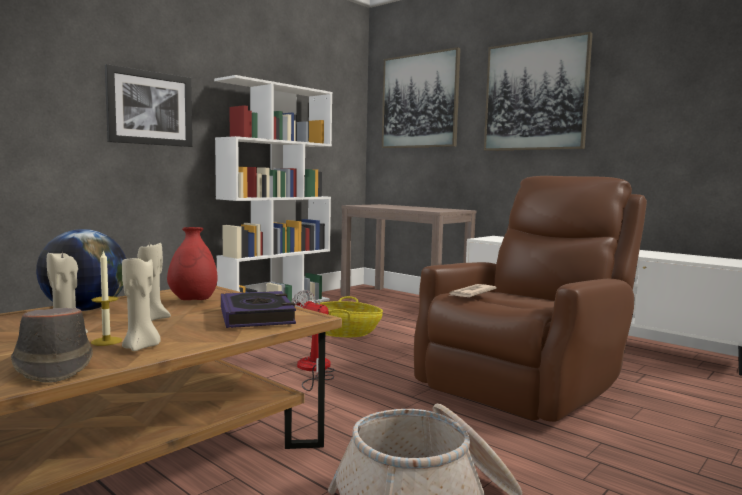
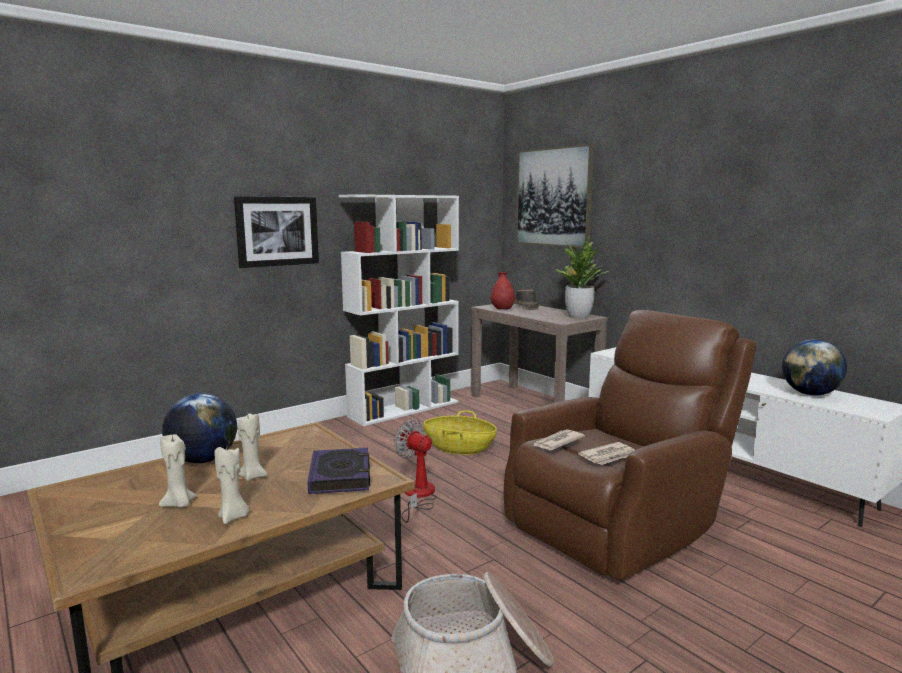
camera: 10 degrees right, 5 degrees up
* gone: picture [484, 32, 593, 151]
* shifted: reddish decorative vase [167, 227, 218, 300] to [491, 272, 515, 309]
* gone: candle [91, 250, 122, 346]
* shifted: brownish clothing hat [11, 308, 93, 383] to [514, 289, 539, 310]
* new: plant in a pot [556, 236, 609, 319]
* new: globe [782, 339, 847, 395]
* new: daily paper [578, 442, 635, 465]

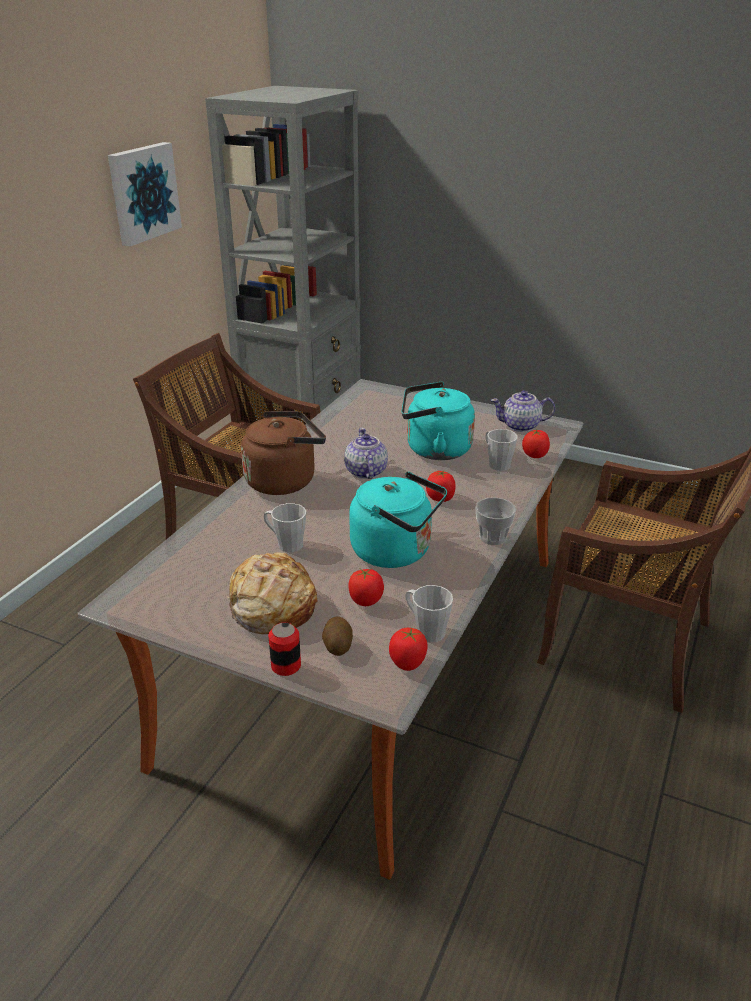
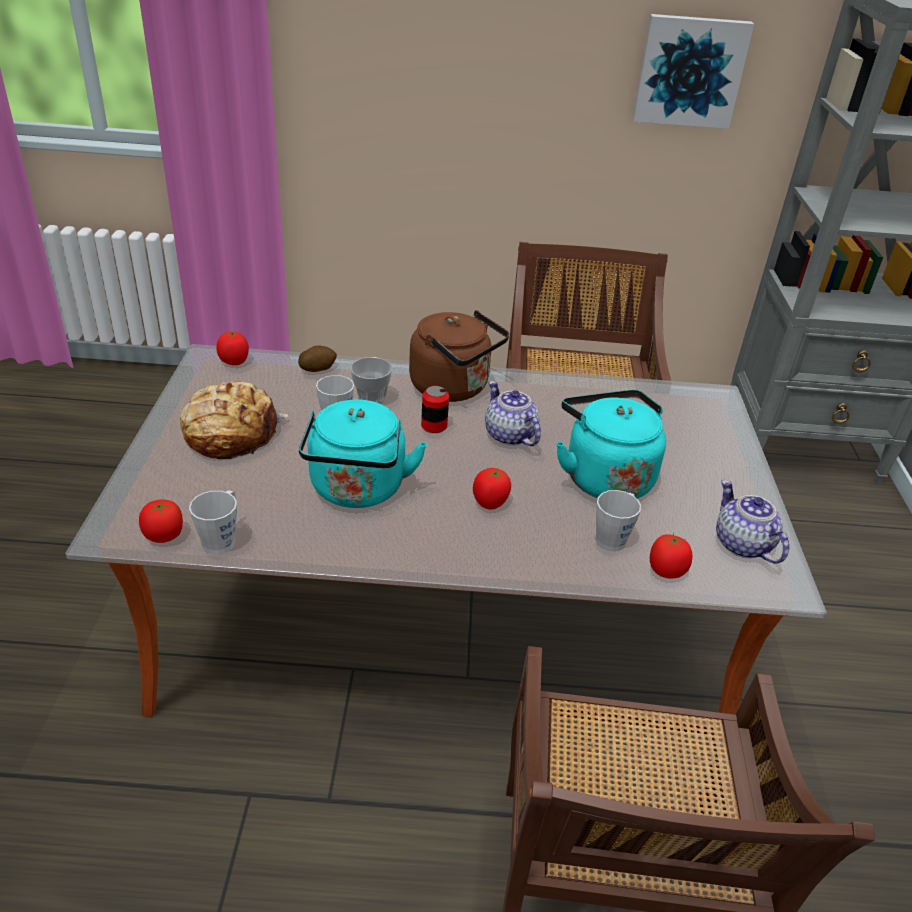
camera: 65 degrees right, 5 degrees up
* rotated: tea pot [344, 428, 388, 479] = [485, 381, 541, 446] 90 degrees counterclockwise
* shifted: small cup [475, 497, 516, 545] to [350, 357, 392, 404]
* shifted: fresh tomato [348, 568, 384, 606] to [216, 331, 249, 365]
* shifted: spud [322, 617, 353, 656] to [298, 345, 337, 372]
* shifted: sealed can [268, 623, 301, 676] to [421, 386, 449, 433]

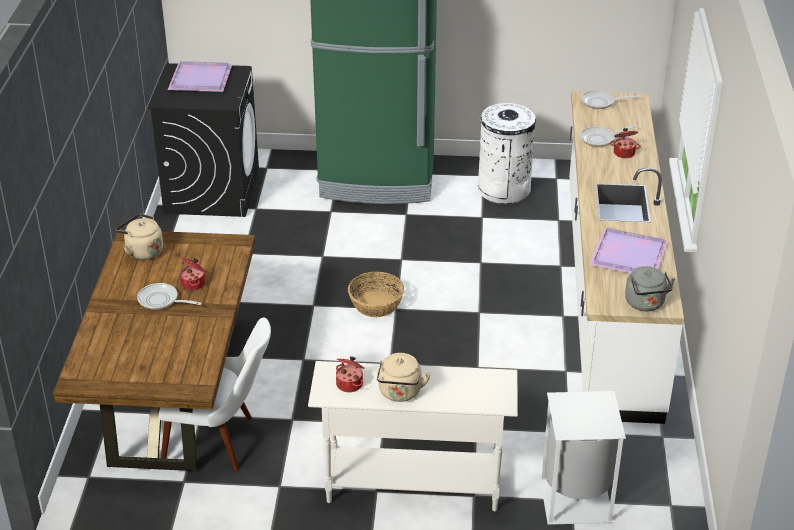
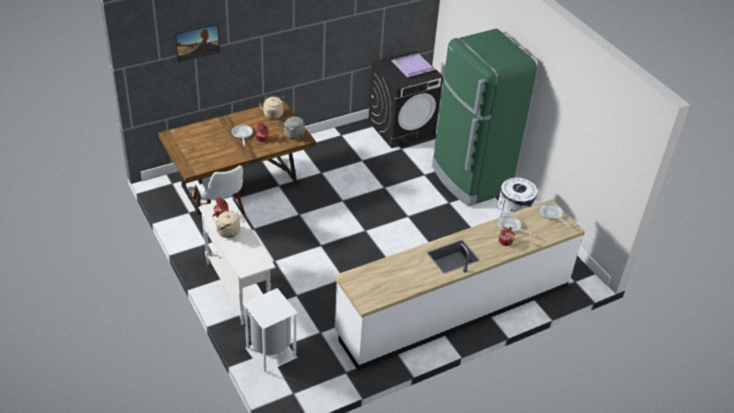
camera: 55 degrees right, 5 degrees up
* gone: purple-coloured serving tray [589, 228, 668, 274]
* shifted: grey kettle [625, 266, 675, 311] to [280, 116, 305, 140]
* gone: basket [348, 272, 404, 317]
* new: picture [175, 23, 220, 62]

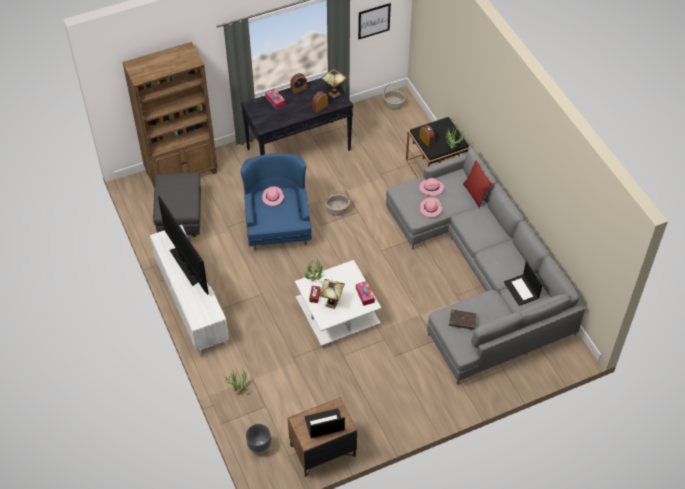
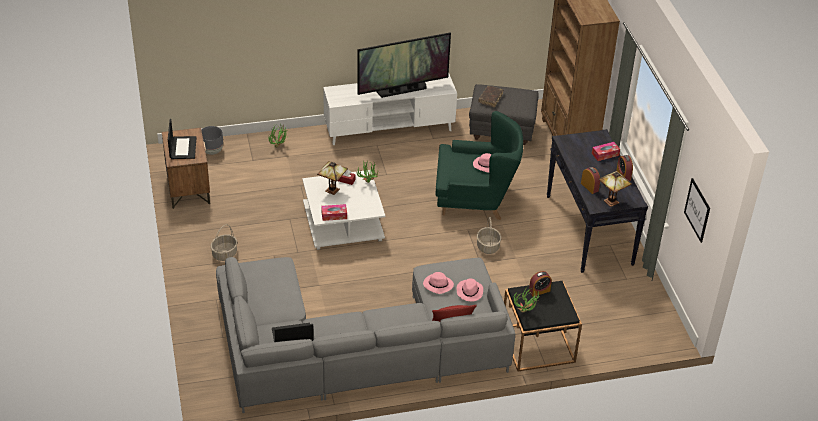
camera: 100 degrees right, 10 degrees down
* shifted: basket [383, 83, 405, 110] to [211, 224, 237, 261]
* repainted: blue easy chair [241, 153, 312, 250] to greenish easy chair [435, 111, 523, 220]
* shifted: brownish volume [449, 309, 477, 330] to [478, 86, 503, 107]

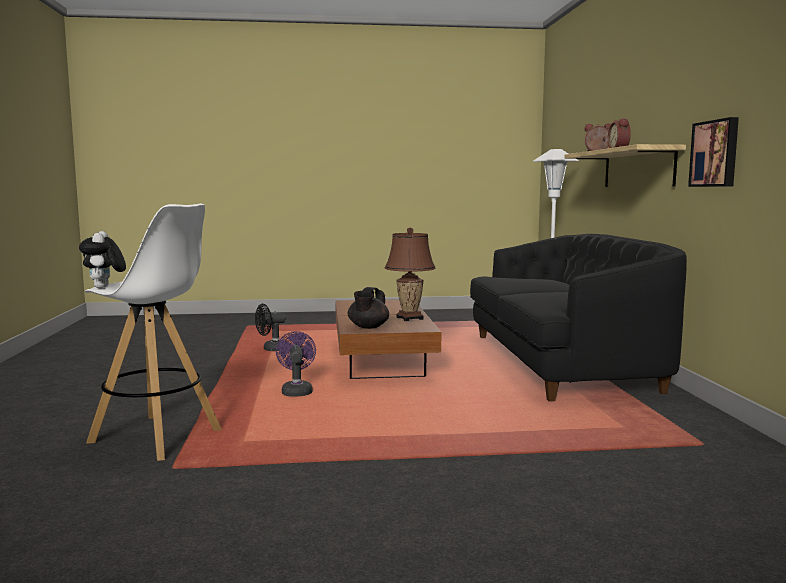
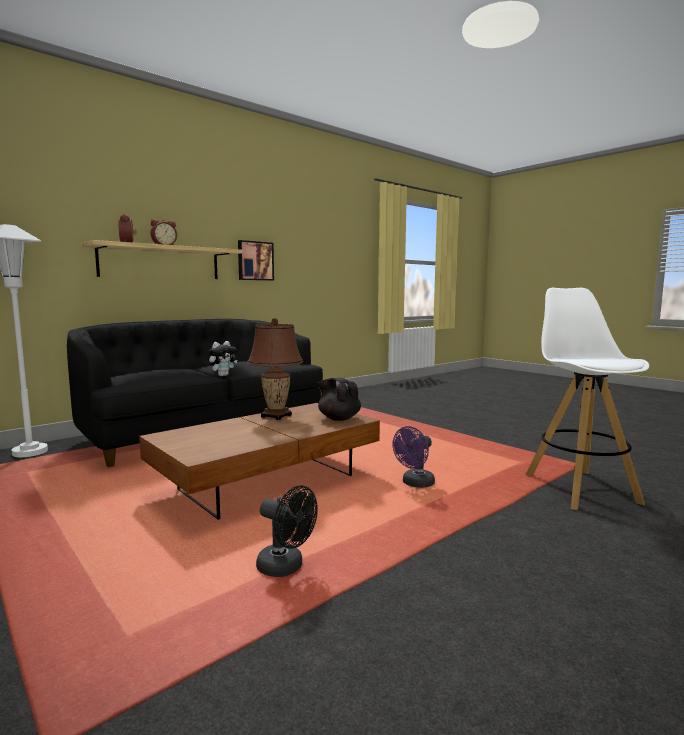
camera: 125 degrees left, 0 degrees up
* shifted: plush toy [79, 231, 126, 288] to [208, 341, 237, 376]
* rotated: black tea pot [348, 287, 389, 329] = [318, 378, 361, 421] 120 degrees counterclockwise

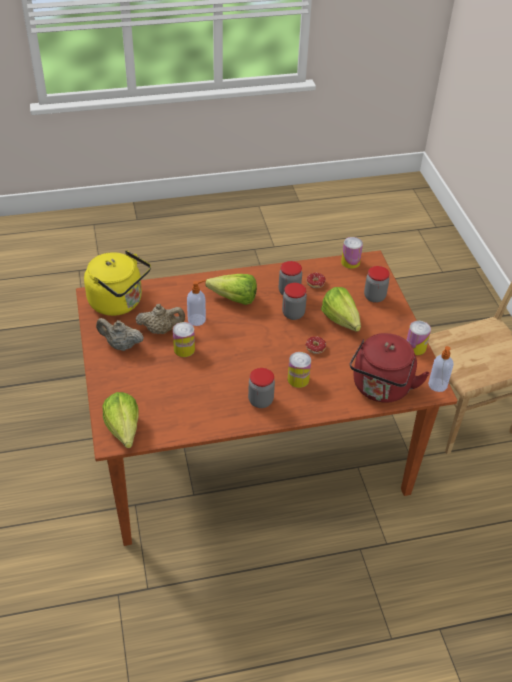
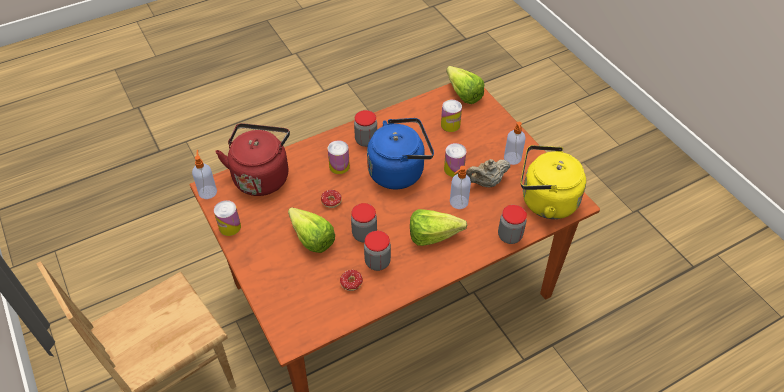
camera: 165 degrees right, 5 degrees up
* shifted: sealed can [341, 237, 363, 269] to [441, 100, 462, 132]
* shifted: jar [364, 266, 390, 303] to [498, 205, 527, 244]
* swapped: beige tea pot [96, 318, 144, 351] to soap bottle [504, 122, 526, 165]
* new: blue kettle [367, 118, 434, 189]

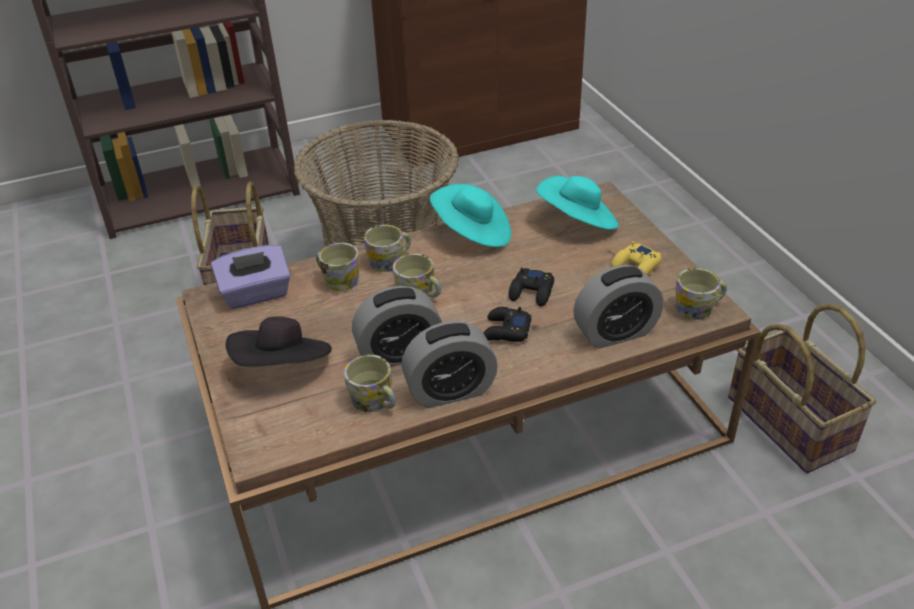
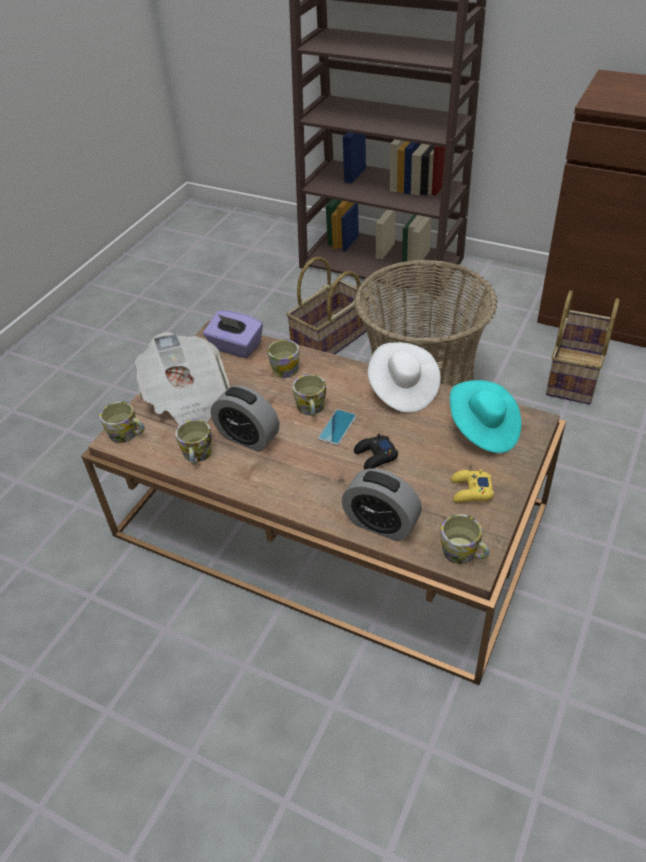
camera: 50 degrees right, 5 degrees up
* repainted: turquoise-coloured clothing hat [430, 184, 511, 247] to white clothing hat [368, 342, 441, 413]
* shifted: coffee mug [364, 225, 411, 272] to [100, 401, 145, 443]
* shifted: basket [728, 304, 876, 473] to [546, 290, 620, 404]
* gone: black gamepad [484, 307, 531, 342]
* swapped: black clothing hat [226, 316, 332, 367] to daily paper [135, 332, 230, 425]
* gone: table clock [402, 321, 498, 408]
* new: handset [318, 410, 356, 445]

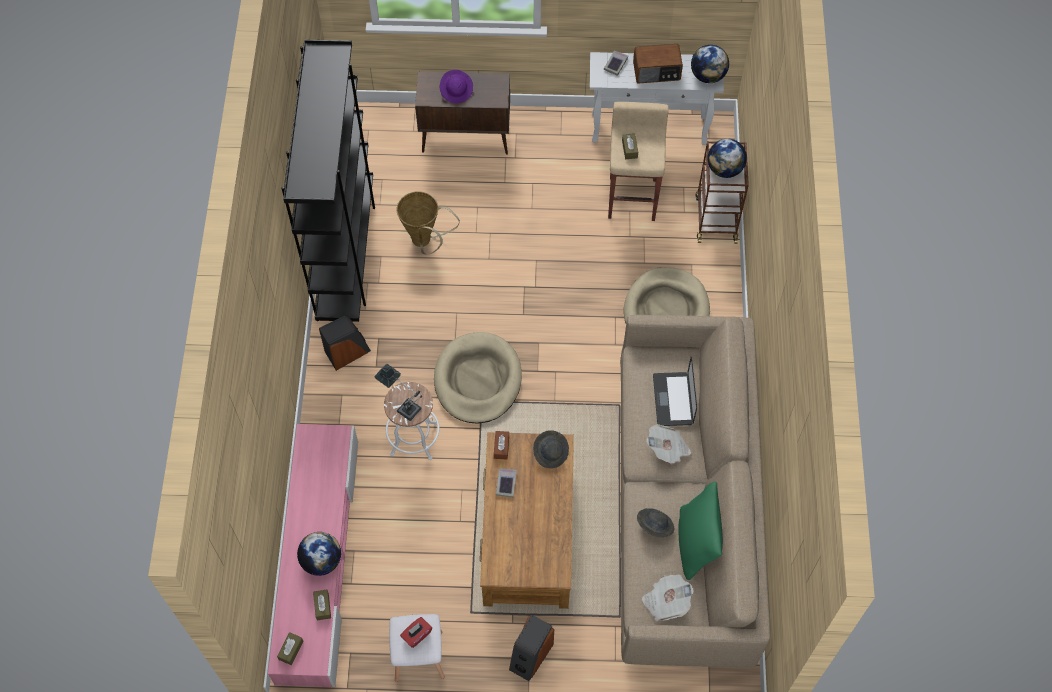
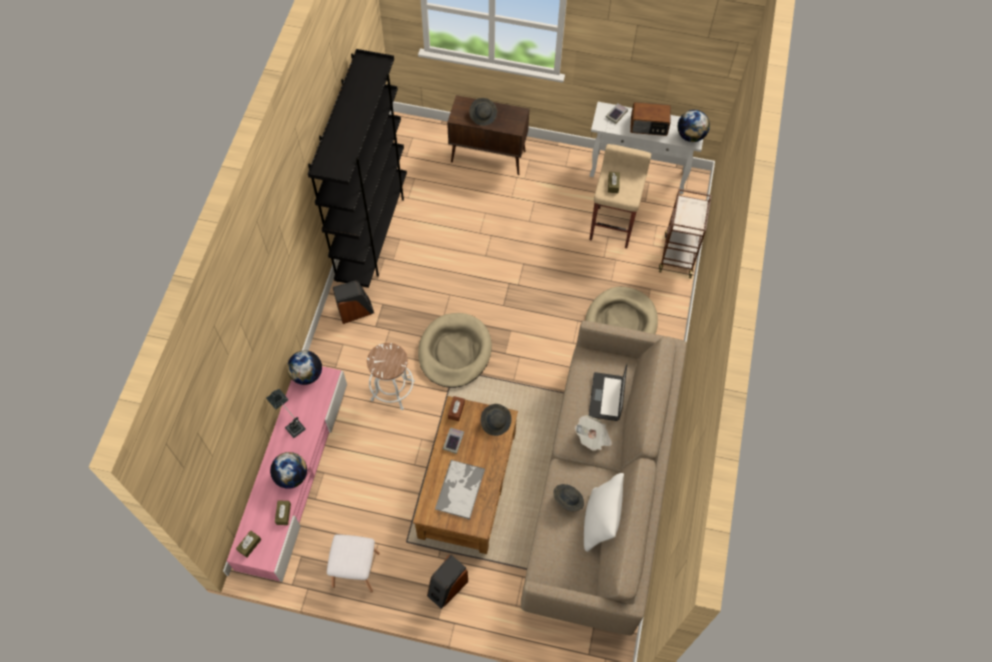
camera: 10 degrees right, 0 degrees up
* repainted: purple-coloured clothing hat [440, 70, 473, 104] to grey clothing hat [469, 98, 497, 126]
* shifted: globe [707, 139, 747, 178] to [287, 350, 322, 385]
* gone: basket [397, 191, 460, 255]
* shifted: table lamp [374, 364, 422, 421] to [266, 389, 306, 438]
* repainted: greenish cushion [678, 481, 723, 580] to white cushion [584, 473, 624, 552]
* gone: daily paper [642, 575, 694, 621]
* gone: reddish box of tissues [400, 617, 432, 648]
* new: serving tray [435, 460, 485, 519]

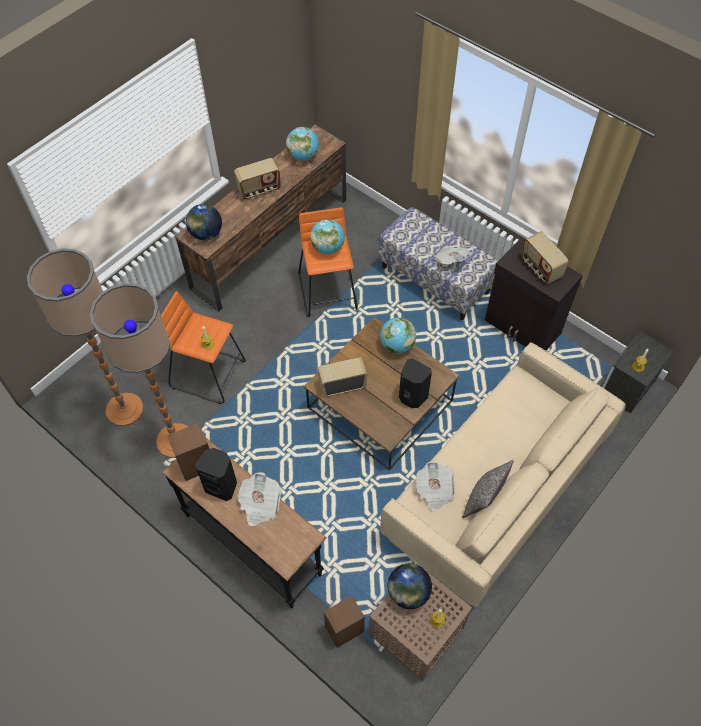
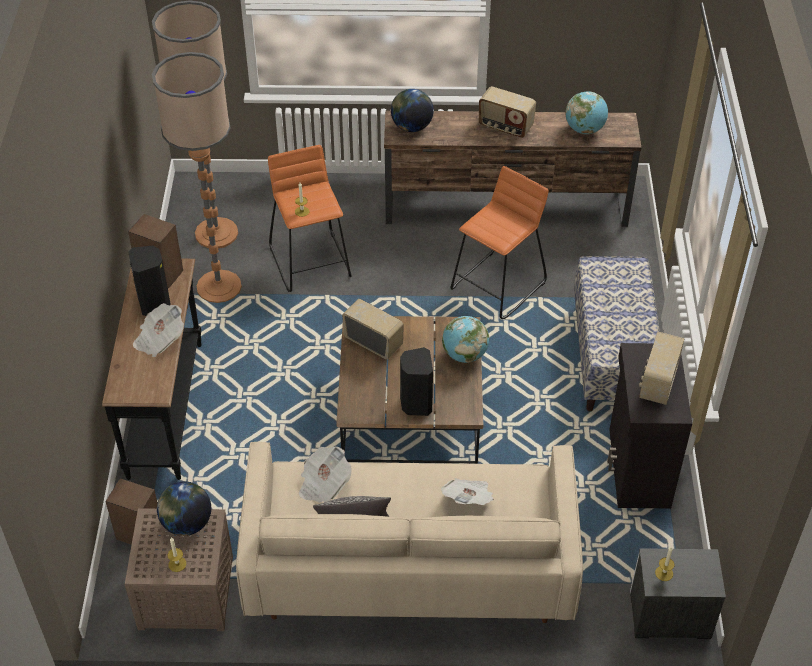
camera: 50 degrees right, 10 degrees down
* gone: globe [310, 219, 345, 254]
* shifted: daily paper [433, 246, 471, 264] to [441, 478, 494, 505]

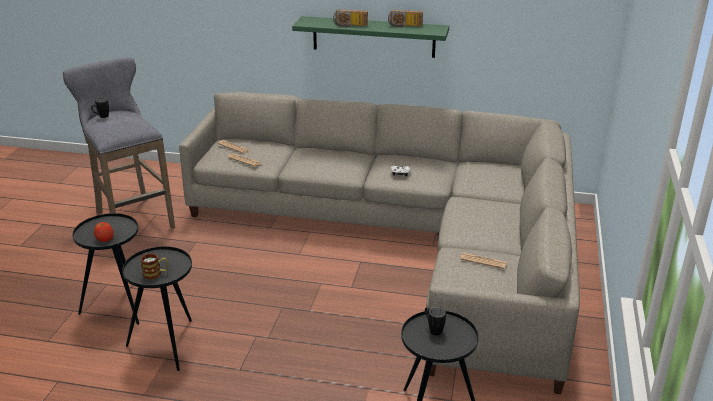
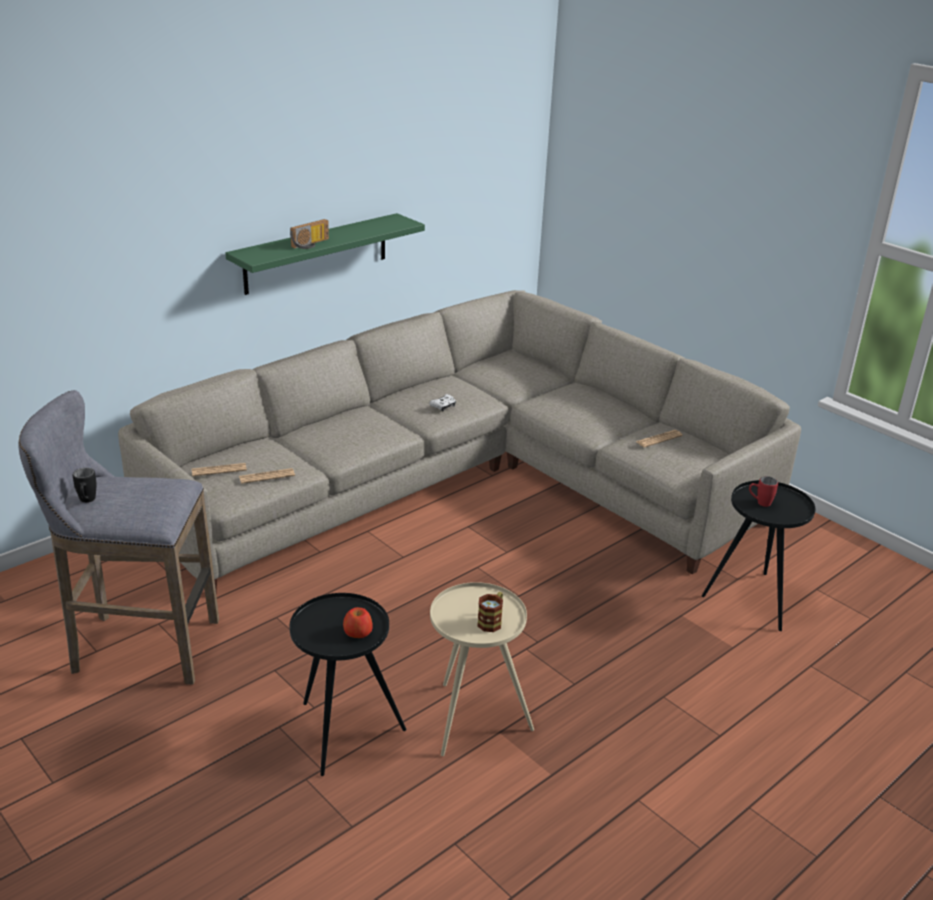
camera: 55 degrees left, 0 degrees up
* gone: radio receiver [388, 10, 423, 28]
* repainted: black side table [122, 246, 192, 371] to beige side table [430, 582, 534, 756]
* repainted: black coffee mug [425, 307, 446, 336] to reddish coffee mug [749, 476, 778, 507]

